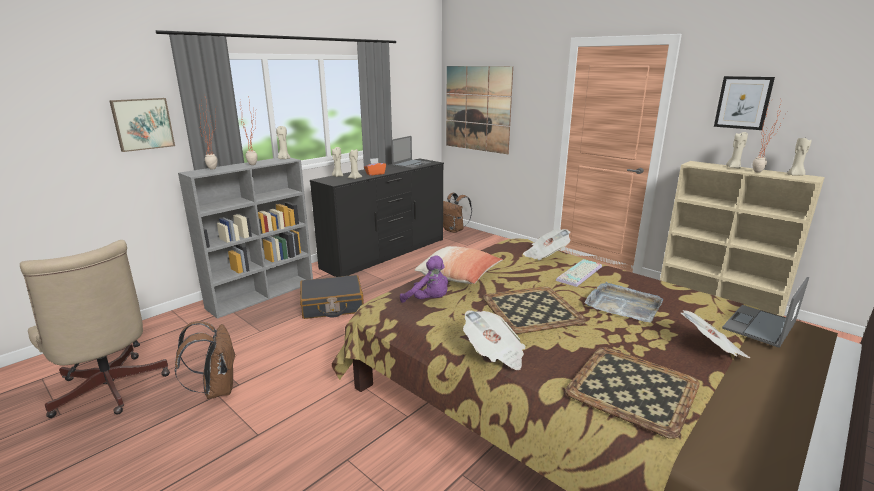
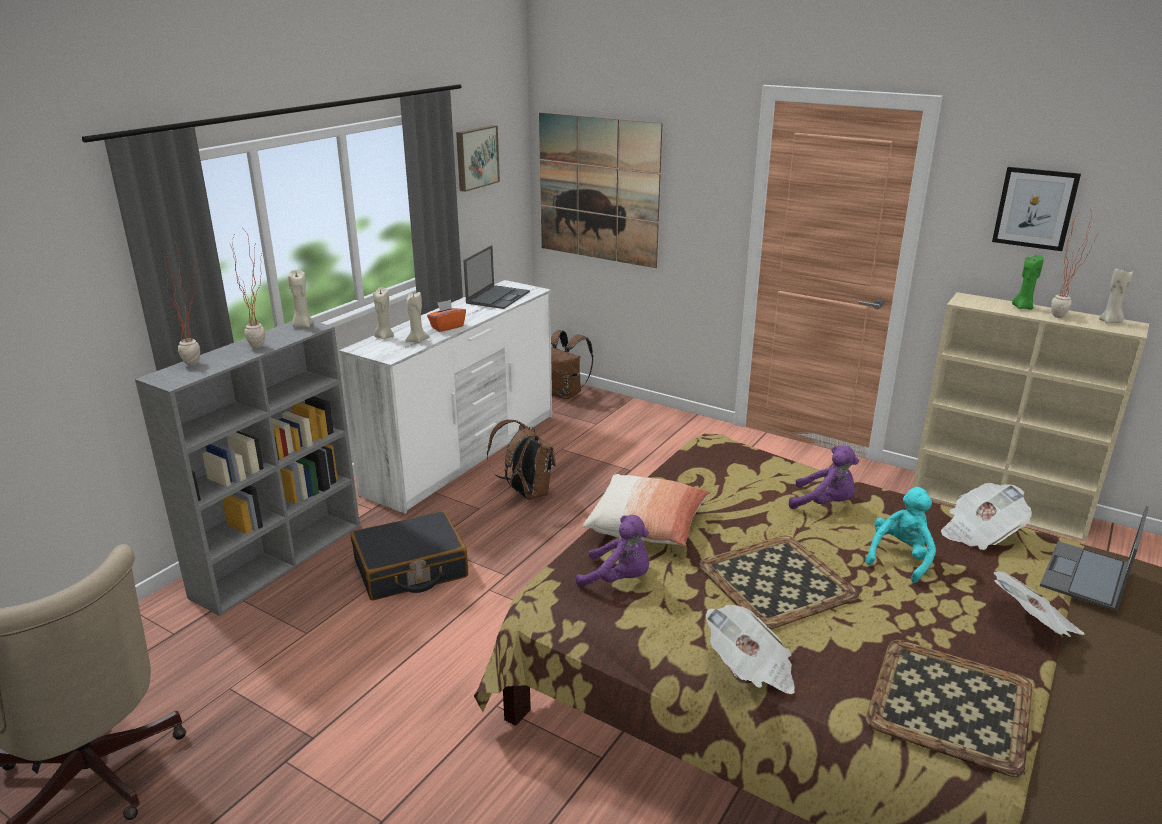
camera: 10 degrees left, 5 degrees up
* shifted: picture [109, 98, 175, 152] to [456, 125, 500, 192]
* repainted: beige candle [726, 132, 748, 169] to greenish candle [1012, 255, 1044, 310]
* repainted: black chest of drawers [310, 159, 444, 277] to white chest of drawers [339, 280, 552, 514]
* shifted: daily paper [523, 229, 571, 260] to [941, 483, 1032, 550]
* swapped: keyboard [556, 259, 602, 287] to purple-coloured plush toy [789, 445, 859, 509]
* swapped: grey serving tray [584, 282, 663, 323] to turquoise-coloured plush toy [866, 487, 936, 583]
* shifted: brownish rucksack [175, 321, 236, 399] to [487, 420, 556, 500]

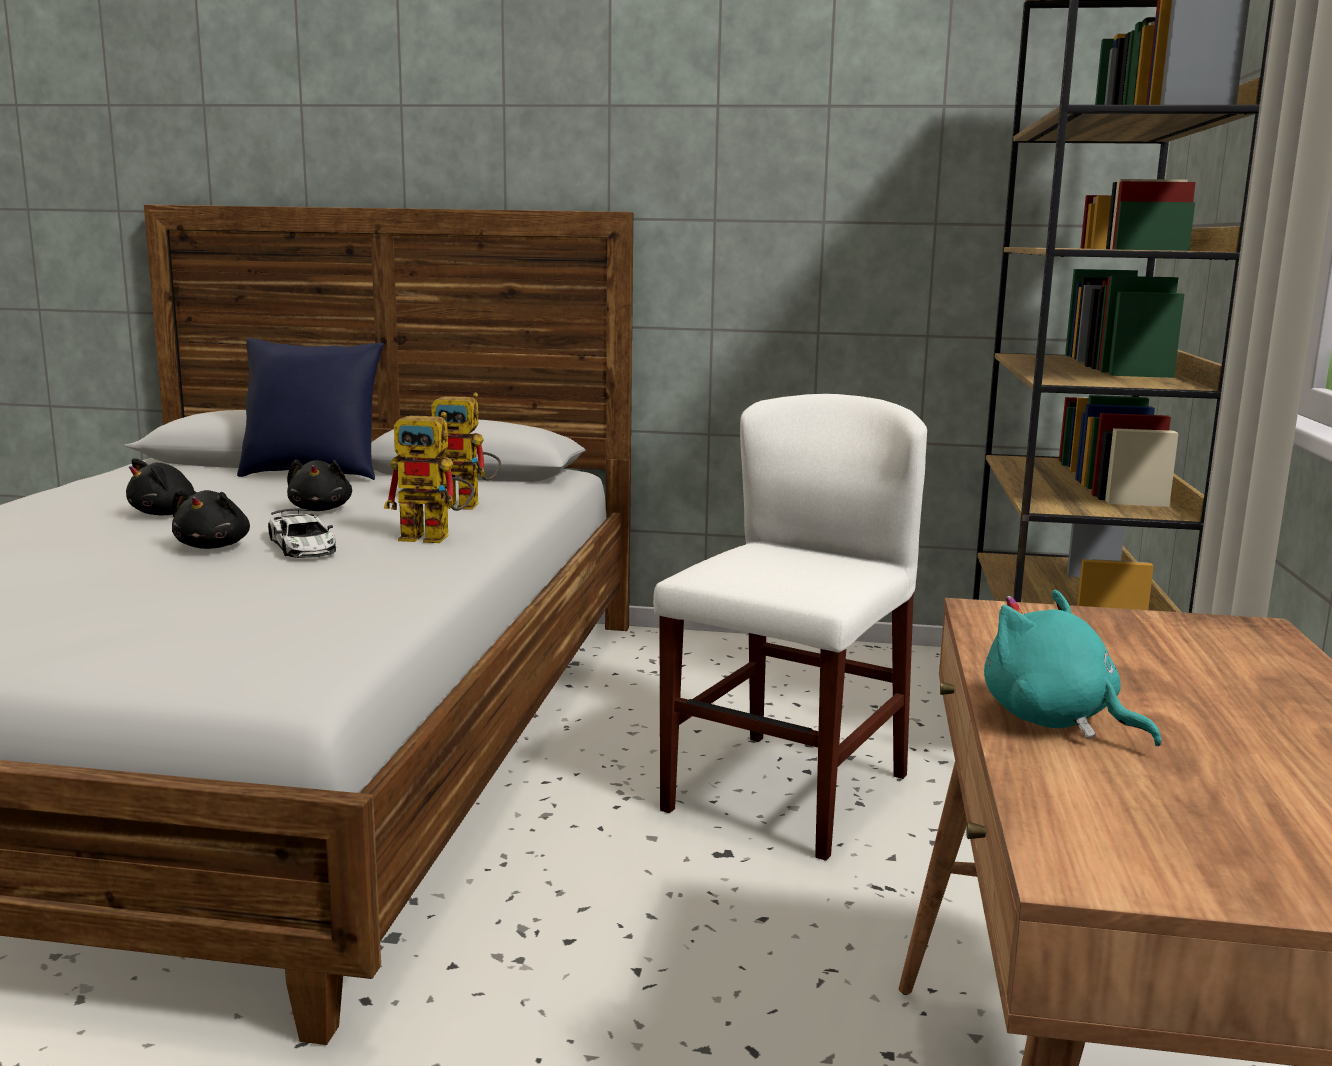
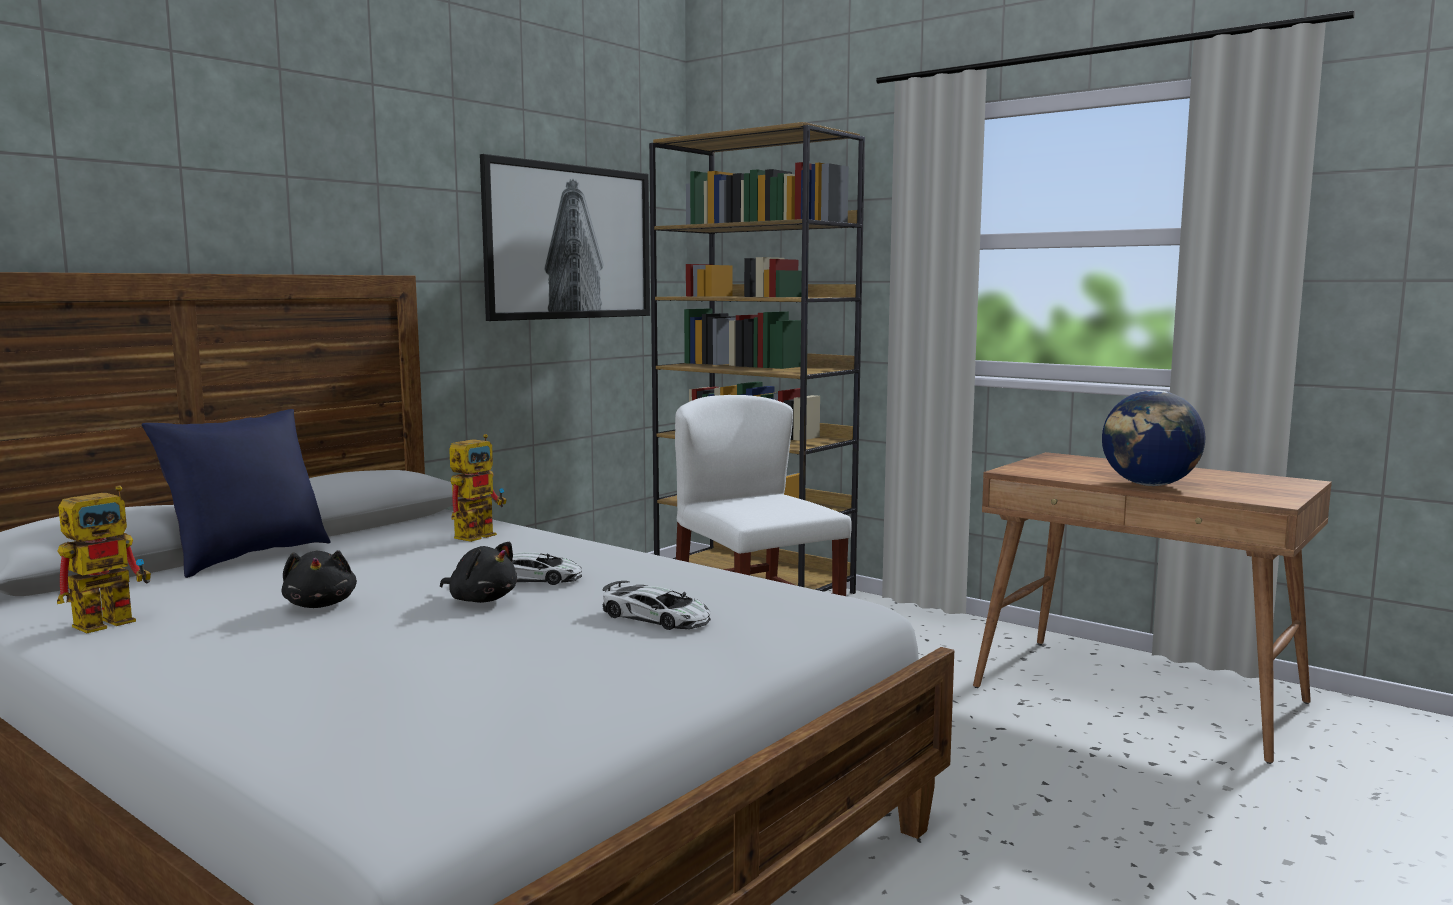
camera: 60 degrees left, 5 degrees down
* shifted: toy robot [384, 412, 474, 543] to [57, 486, 151, 633]
* gone: black plush toy [287, 460, 352, 511]
* swapped: turquoise-coloured plush toy [984, 590, 1162, 746] to globe [1102, 390, 1205, 486]
* new: picture [480, 154, 650, 321]
* new: model car [603, 581, 711, 630]

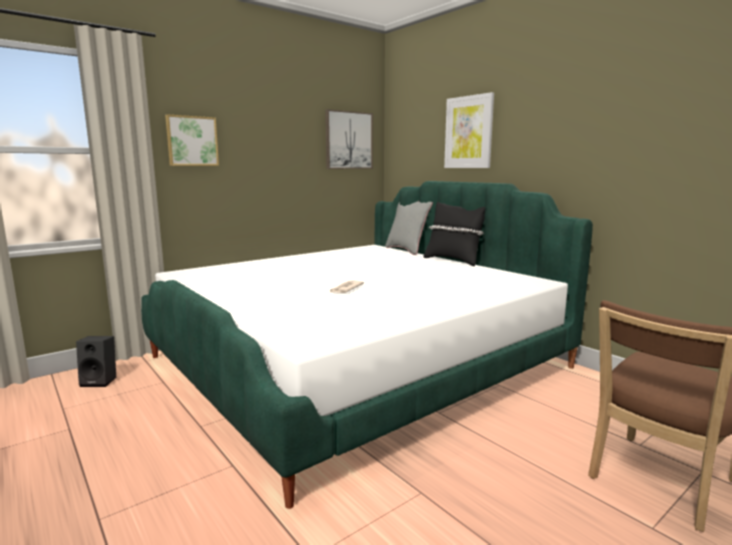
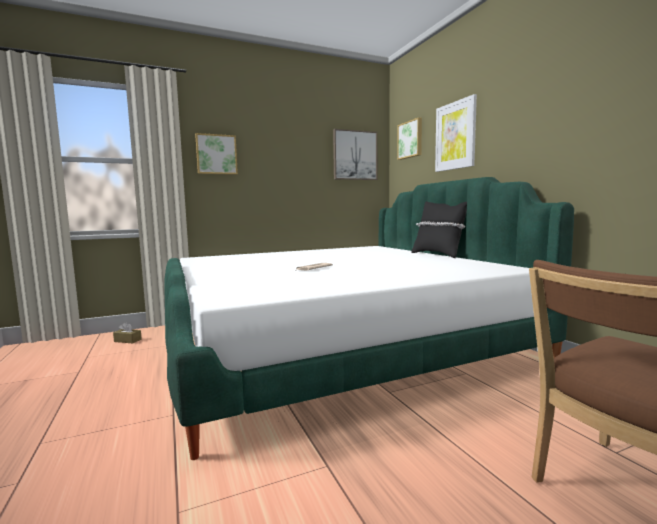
camera: 15 degrees right, 5 degrees down
* gone: grey cushion [385, 201, 433, 255]
* swapped: black speaker [76, 336, 116, 387] to brownish box of tissues [113, 322, 142, 343]
* new: picture [397, 117, 422, 160]

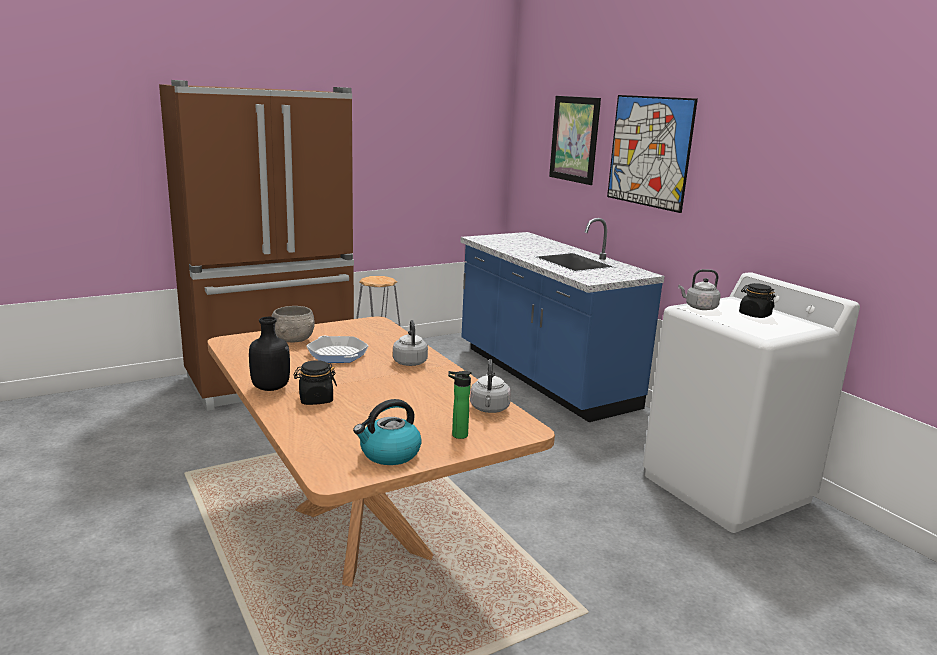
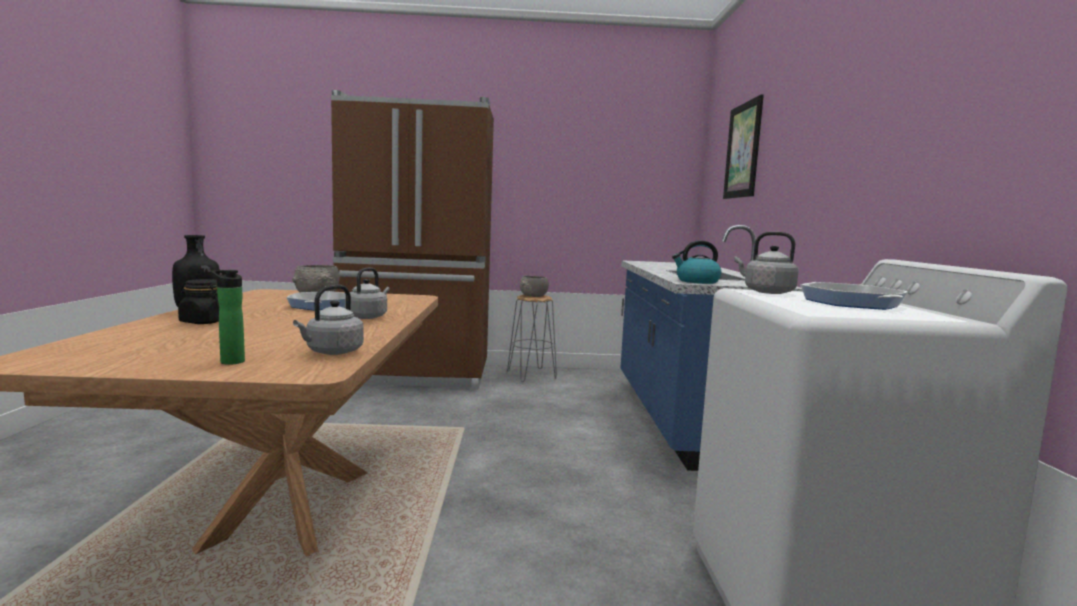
camera: 30 degrees right, 10 degrees down
* gone: picture [607, 95, 698, 213]
* swapped: black jar [739, 283, 775, 318] to skillet [800, 282, 908, 310]
* shifted: kettle [353, 399, 422, 465] to [672, 240, 722, 284]
* new: grey bowl [520, 276, 549, 297]

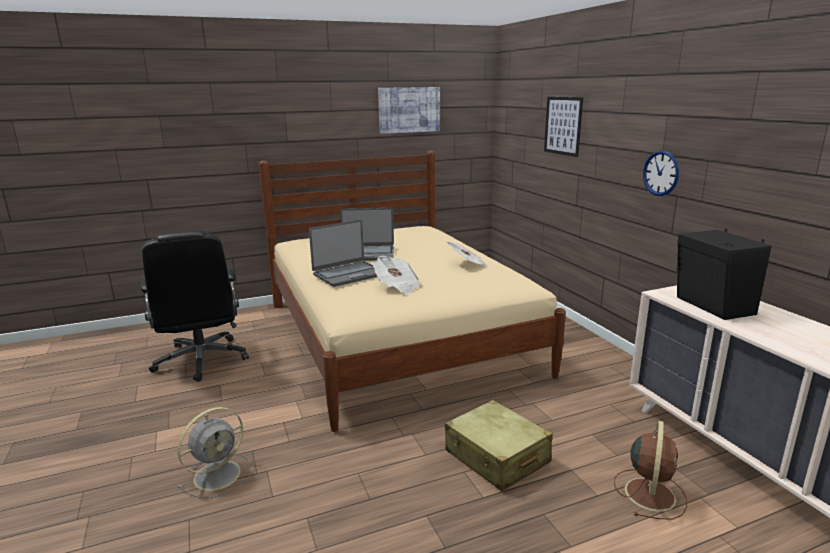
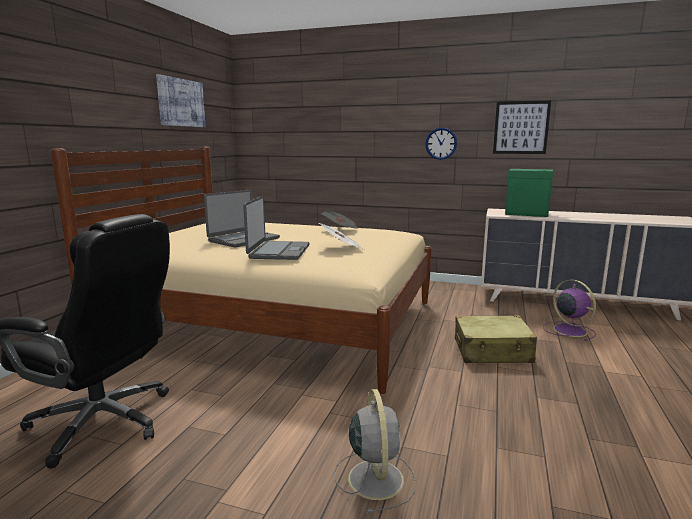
camera: 50 degrees left, 5 degrees down
* shifted: picture [544, 97, 583, 157] to [493, 101, 551, 154]
* repainted: black speaker [677, 229, 771, 320] to greenish speaker [505, 167, 553, 217]
* repainted: brownish cooling fan [614, 421, 687, 519] to purple-coloured cooling fan [543, 280, 596, 341]

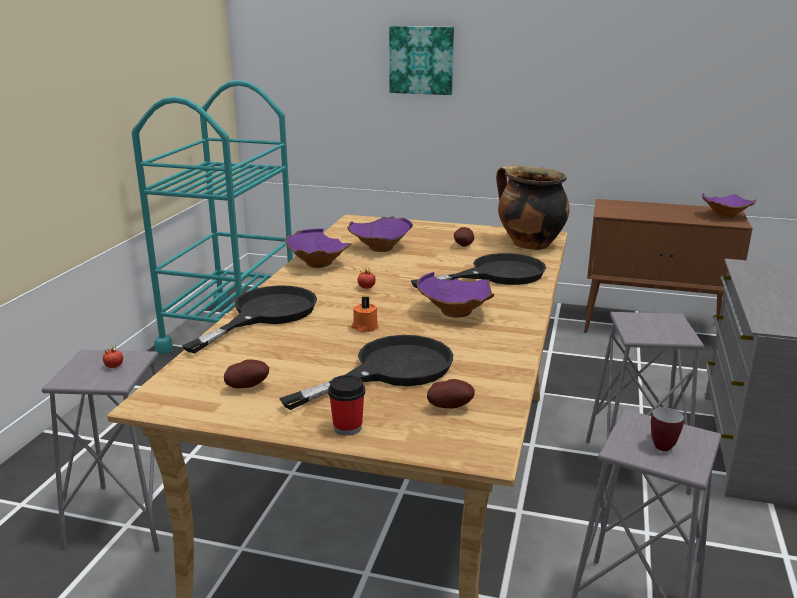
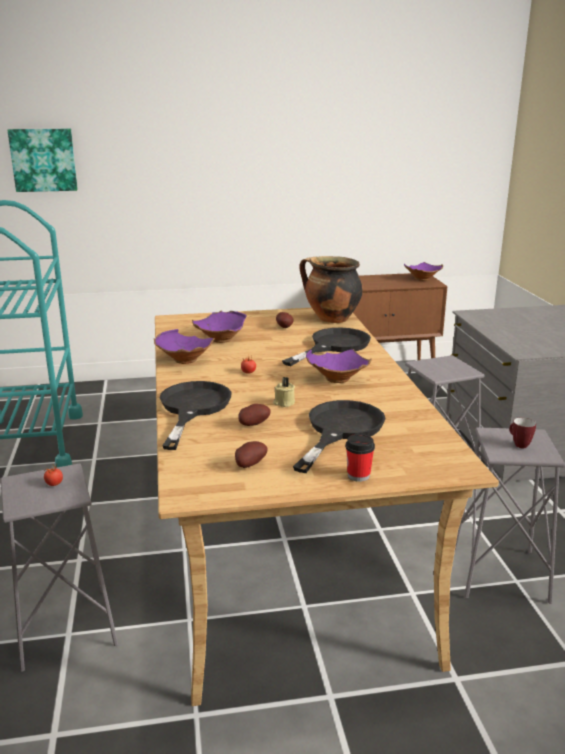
camera: 25 degrees left, 0 degrees up
* shifted: picture [389, 26, 454, 95] to [7, 129, 78, 192]
* repainted: orange candle [351, 296, 378, 332] to beige candle [273, 377, 295, 407]
* shifted: spud [427, 379, 475, 408] to [238, 404, 271, 426]

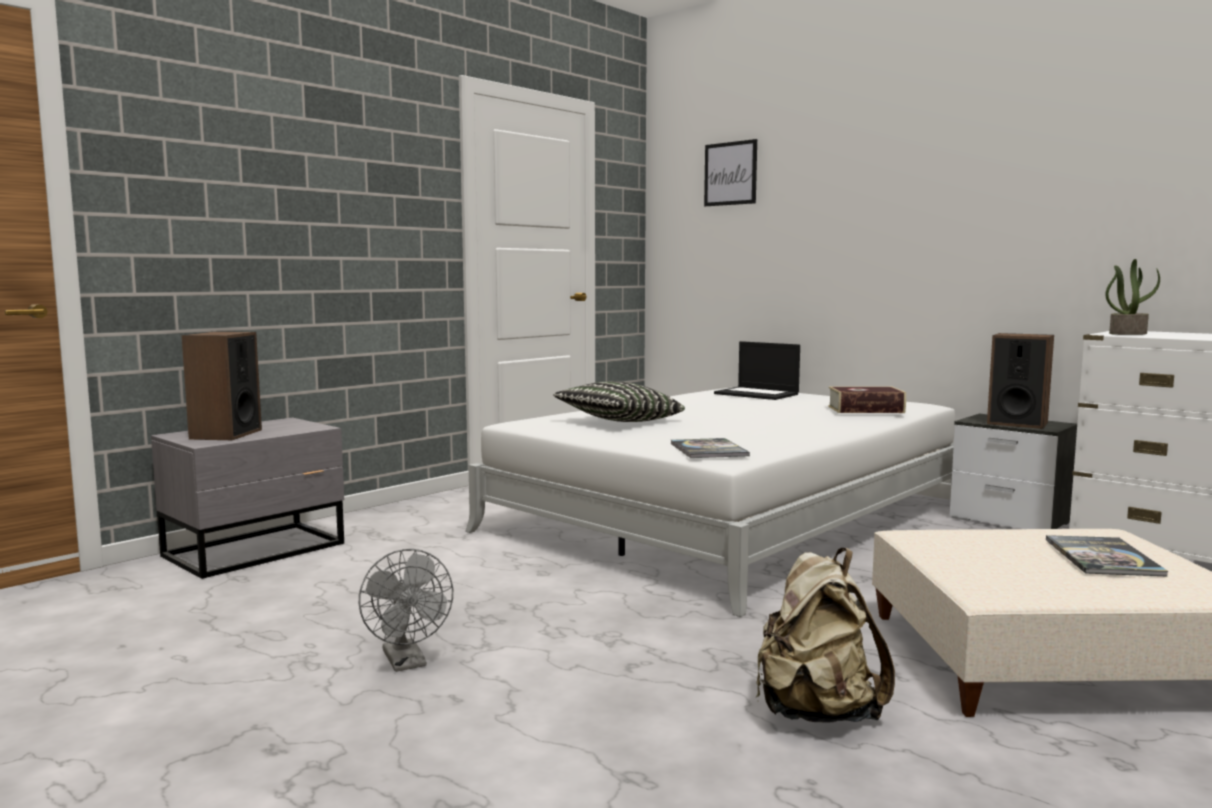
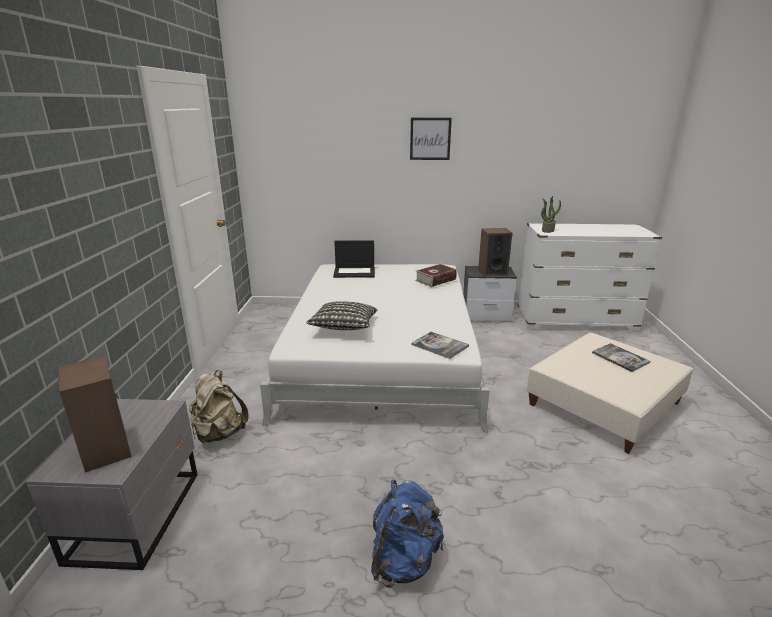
camera: 40 degrees left, 15 degrees up
* shifted: picture [704, 139, 757, 206] to [410, 118, 452, 160]
* shifted: beige rucksack [756, 548, 895, 722] to [189, 370, 249, 443]
* swapped: grey cooling fan [359, 549, 453, 672] to blue rucksack [371, 480, 444, 588]

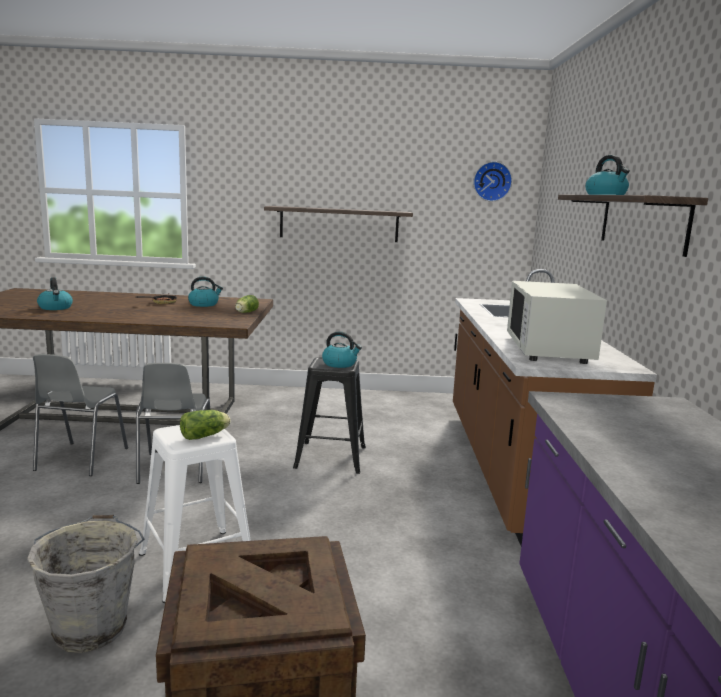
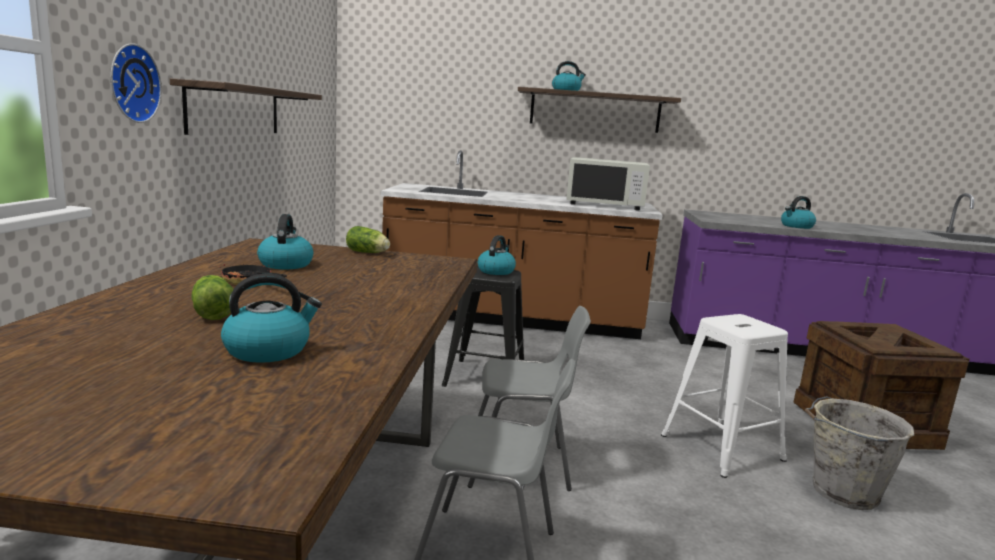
camera: 85 degrees left, 0 degrees up
* shifted: hanging clock [473, 161, 512, 201] to [110, 43, 162, 123]
* shifted: lettuce head [180, 410, 230, 440] to [191, 275, 233, 320]
* new: kettle [781, 196, 816, 229]

